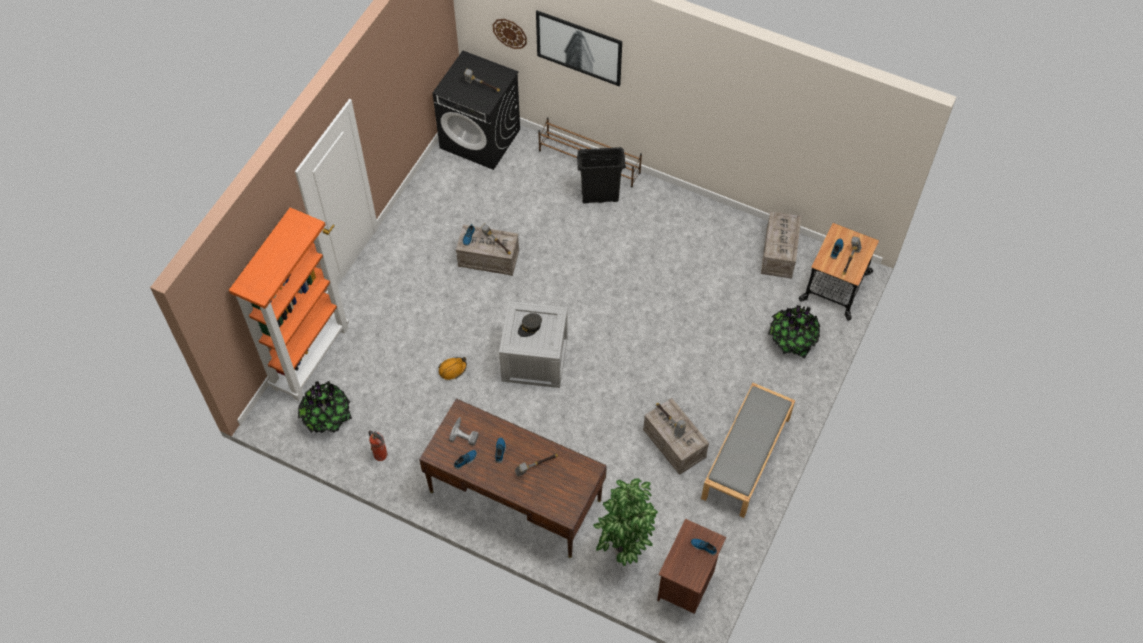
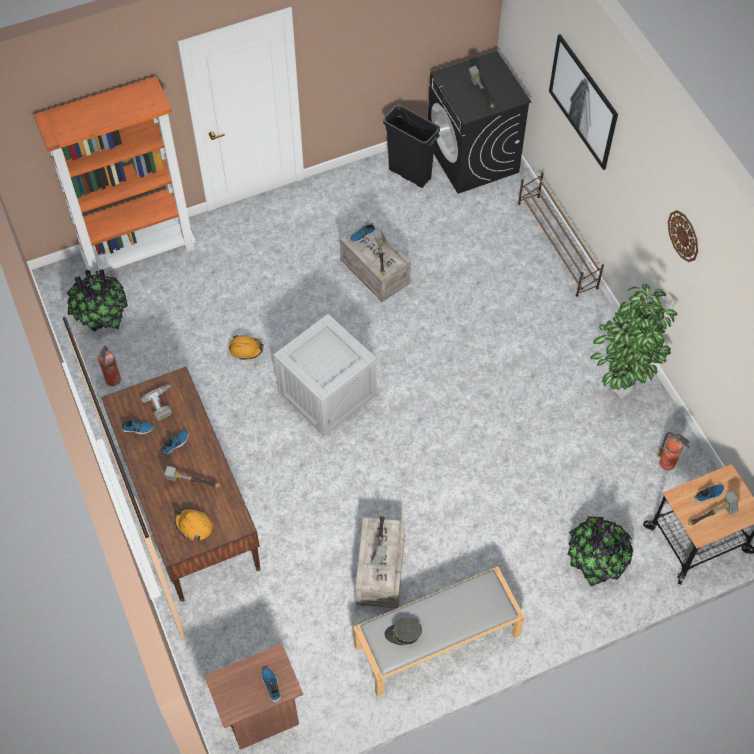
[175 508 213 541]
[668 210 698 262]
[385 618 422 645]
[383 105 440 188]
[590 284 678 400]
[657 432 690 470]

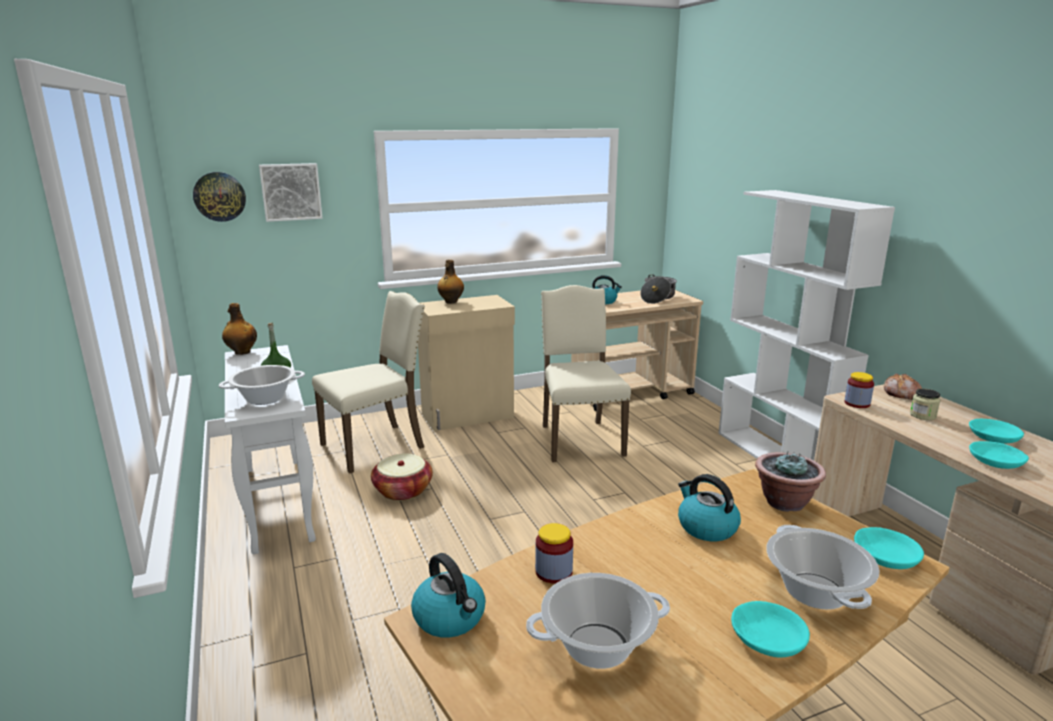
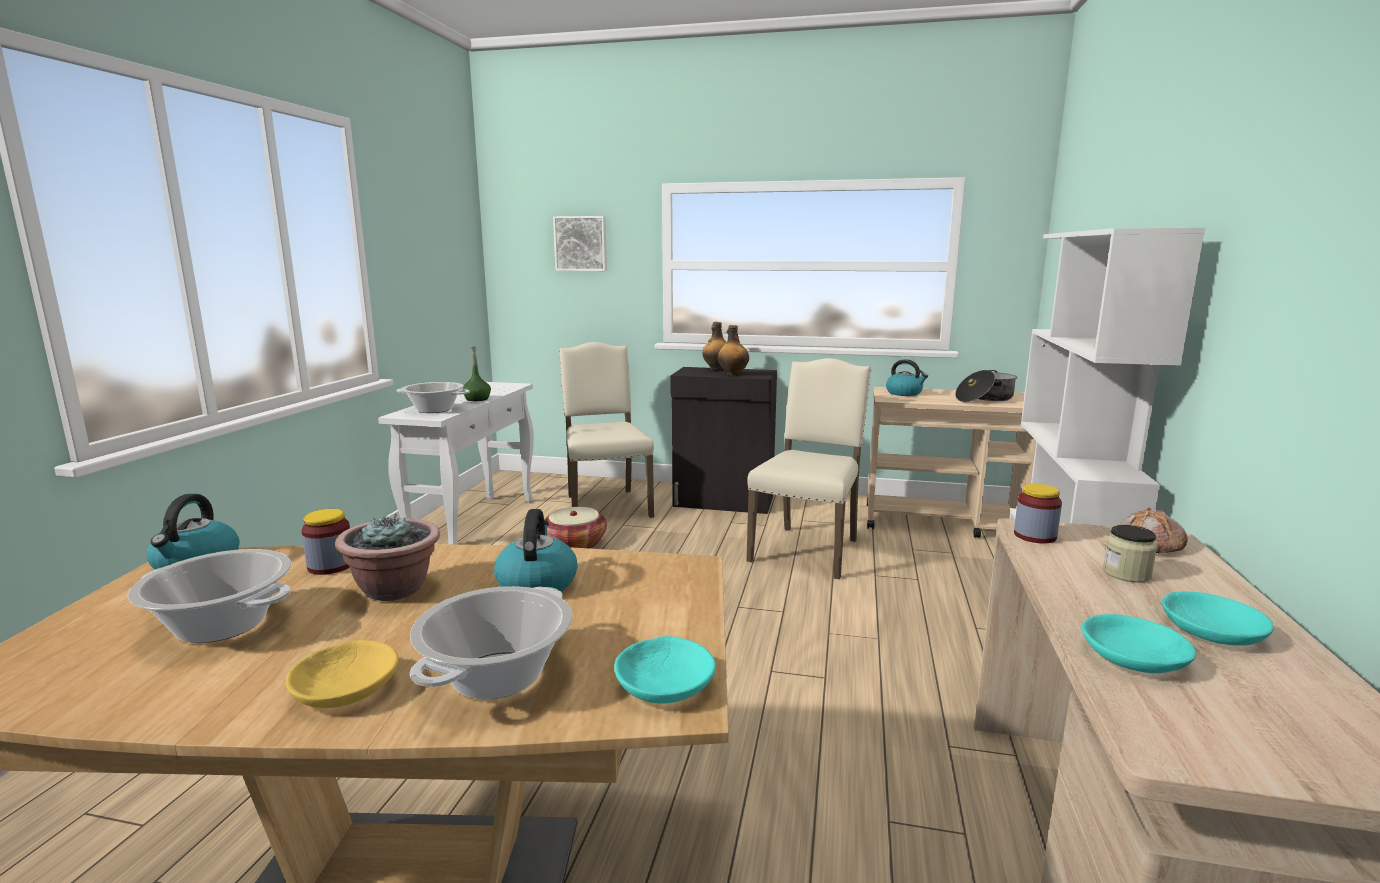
[193 172 246 222] (first image)
[718 325 749 376]
[335 513 440 601]
[670 367 777 514]
[286 640 399 708]
[559 342 654 518]

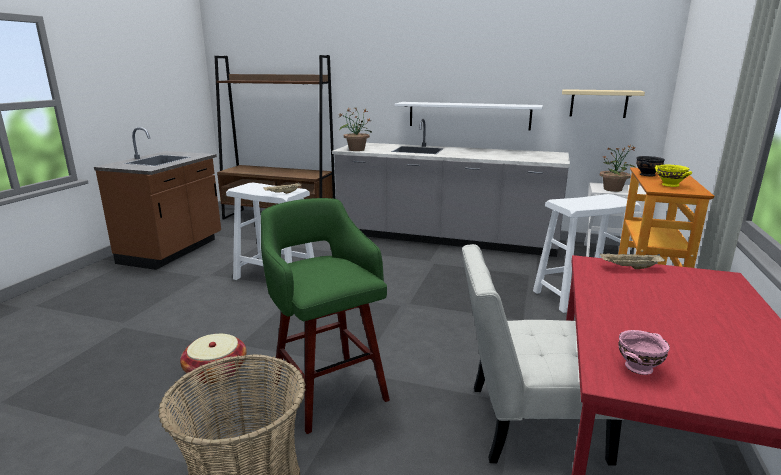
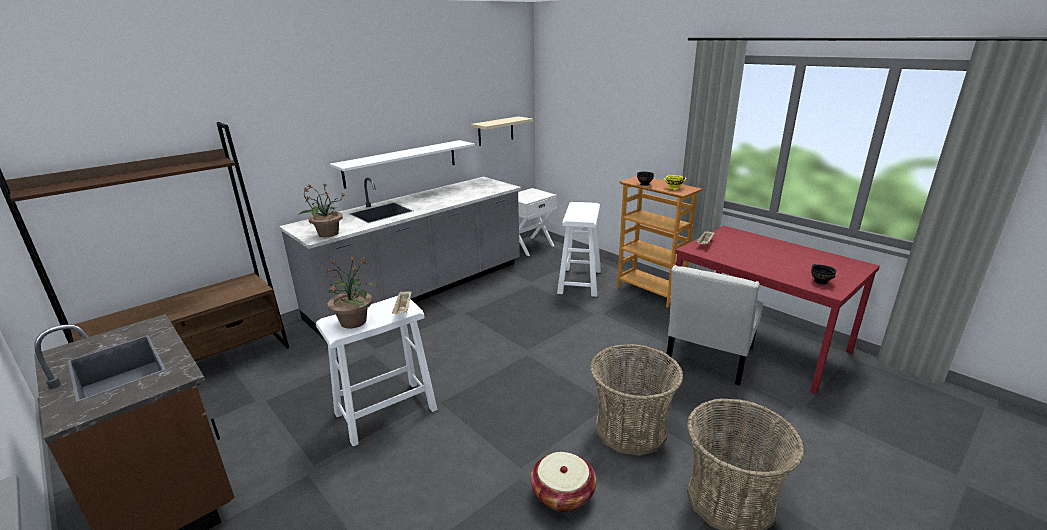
[325 255 376 329]
[590 344 683 456]
[811 264 836 285]

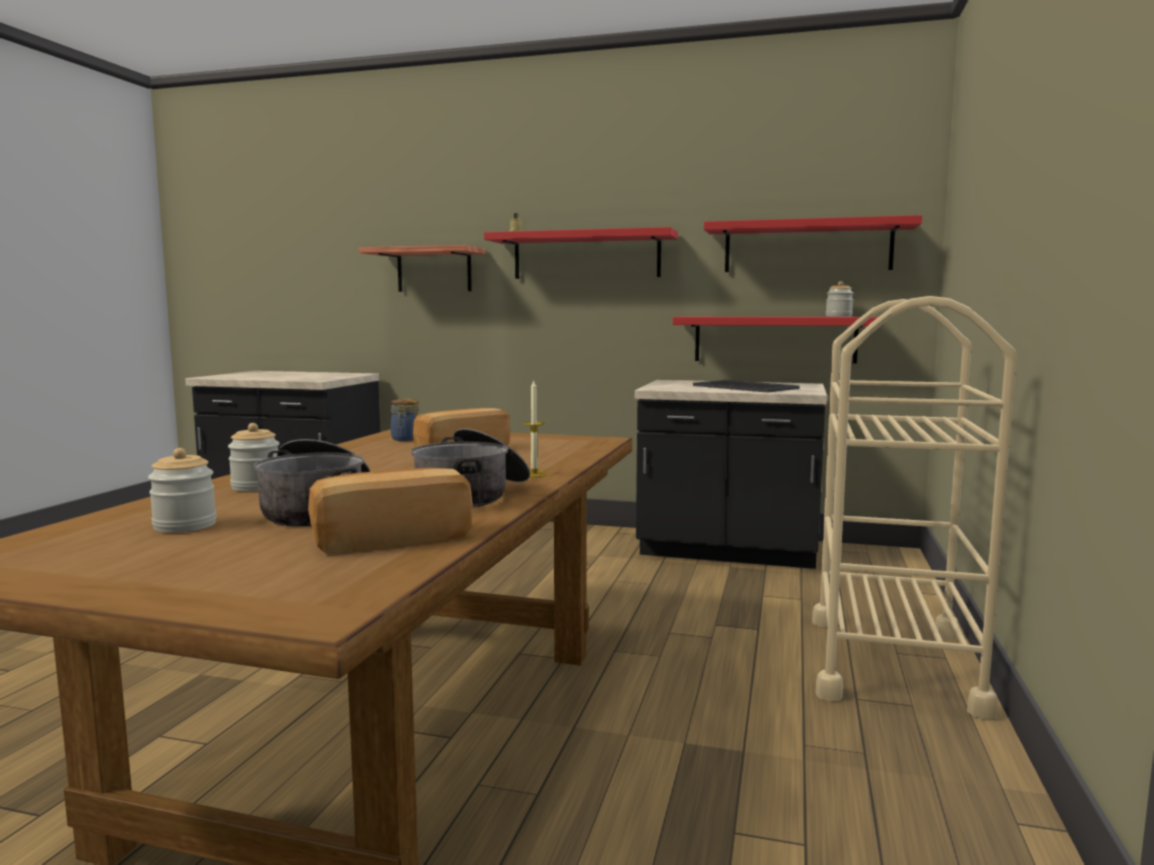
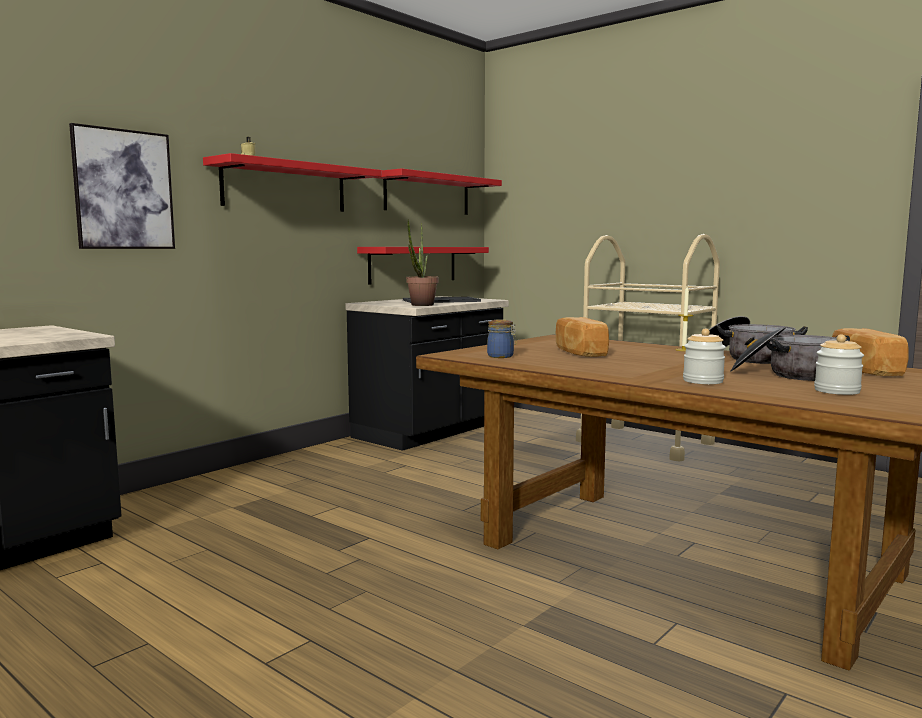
[826 281 853 317] (first image)
[406 219 439 306]
[69 123 175 249]

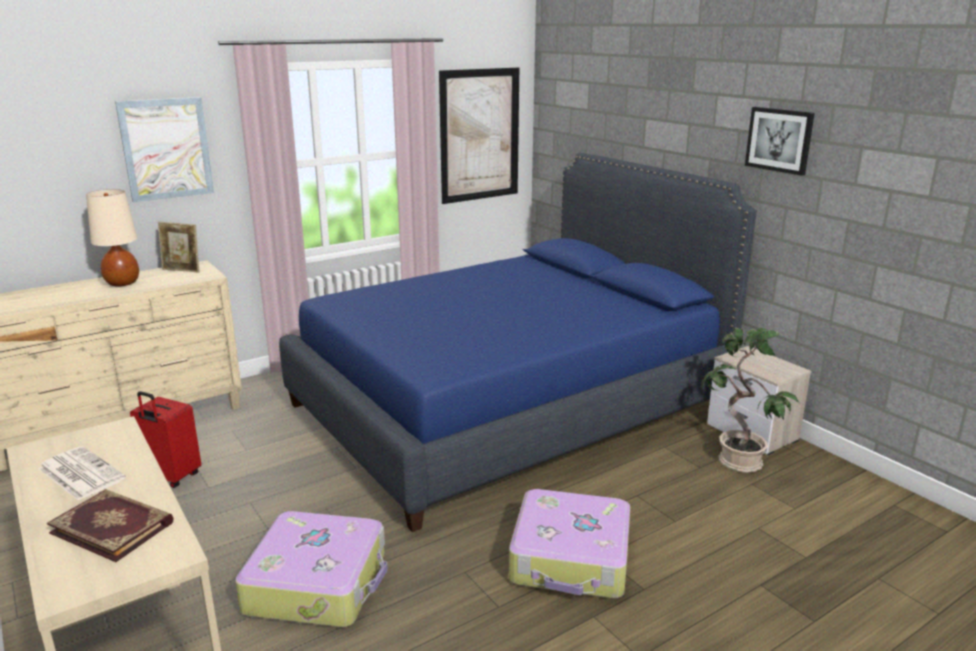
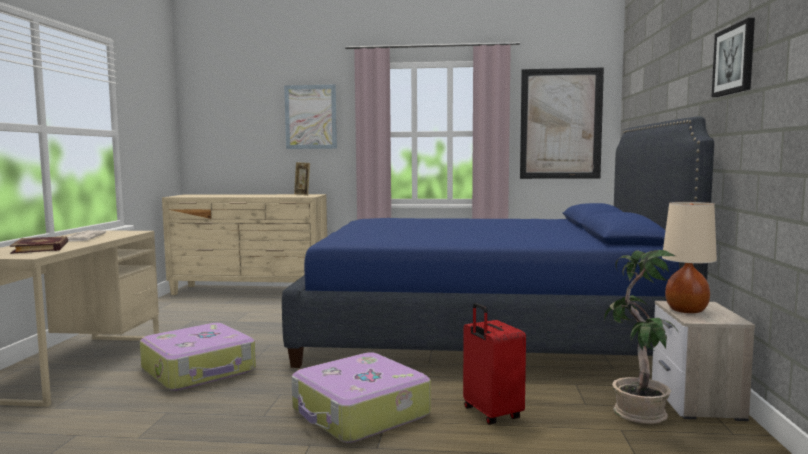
[662 202 717 313]
[463 303 526 425]

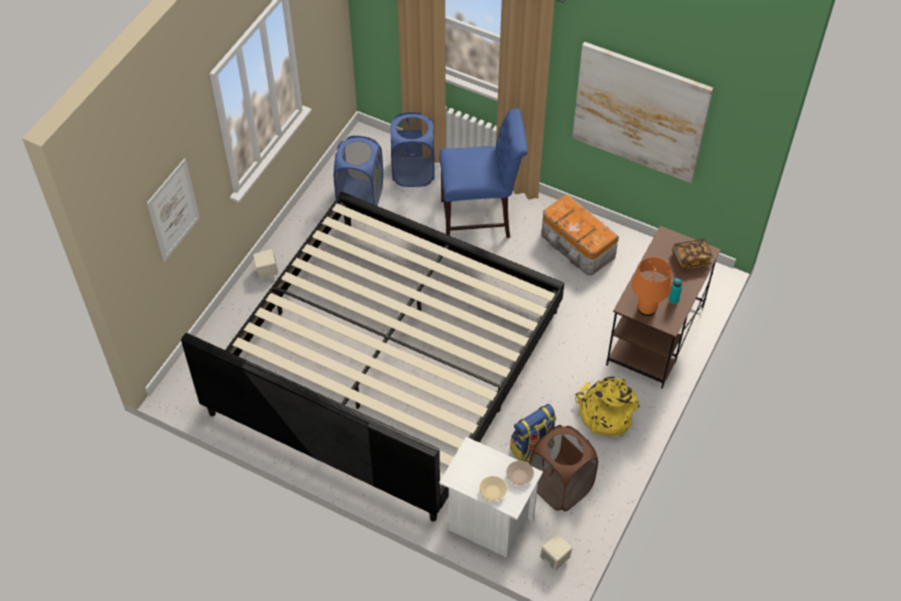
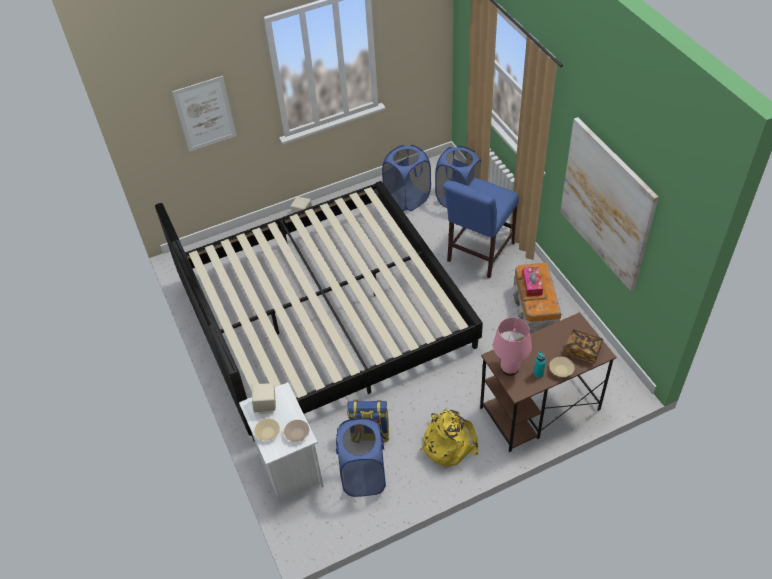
[522 267 543 296]
[549 357 575 377]
[252 383 276 414]
[336 418 386 497]
[493 317 532 376]
[443 177 519 278]

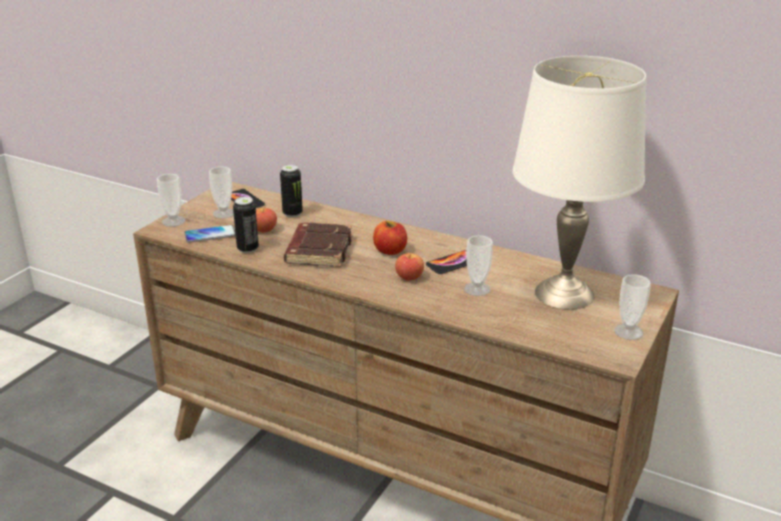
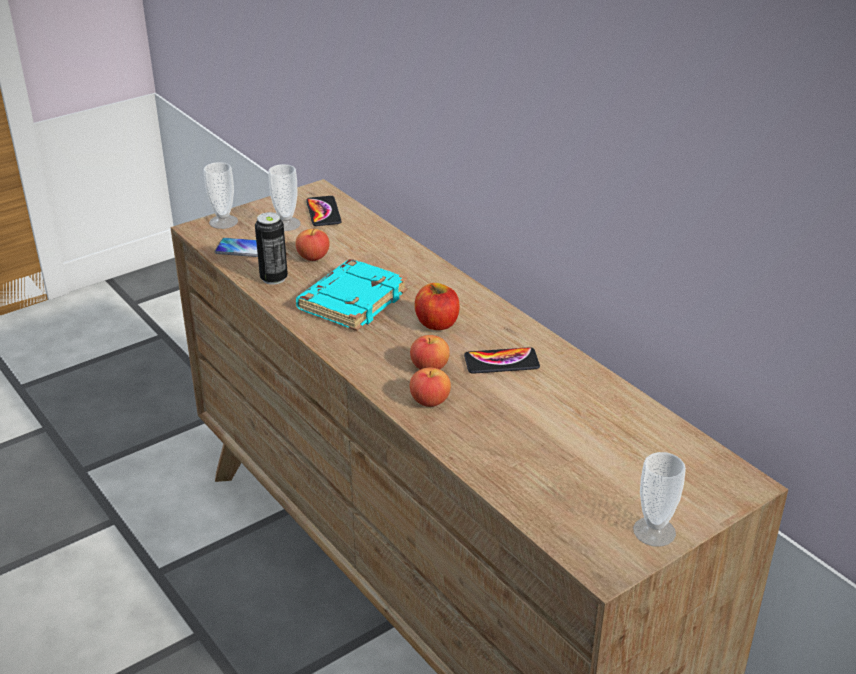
[280 165 303 218] (first image)
[464 235 493 296] (first image)
[512 56 646 310] (first image)
[410 368 451 407]
[296 259 408 331]

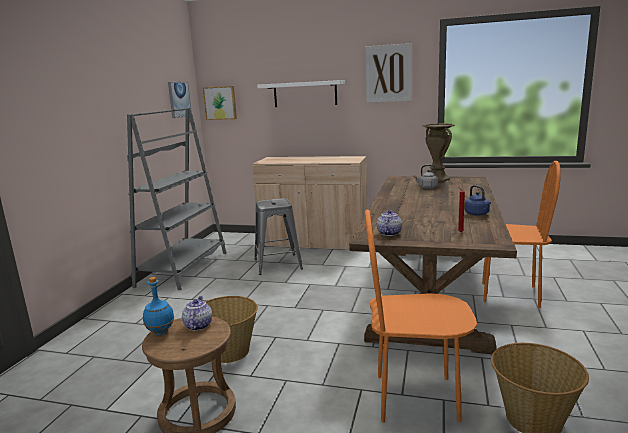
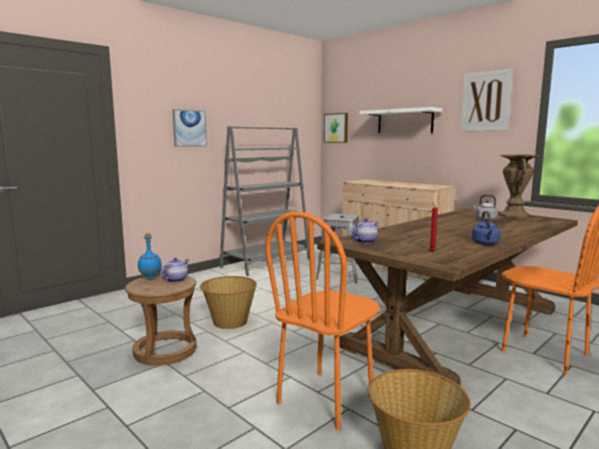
[173 109 207 147]
[265 212 379 431]

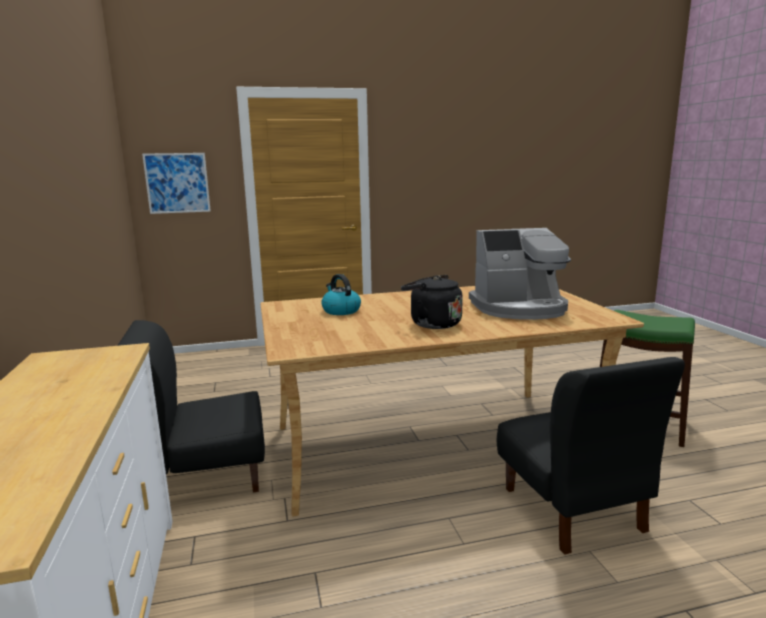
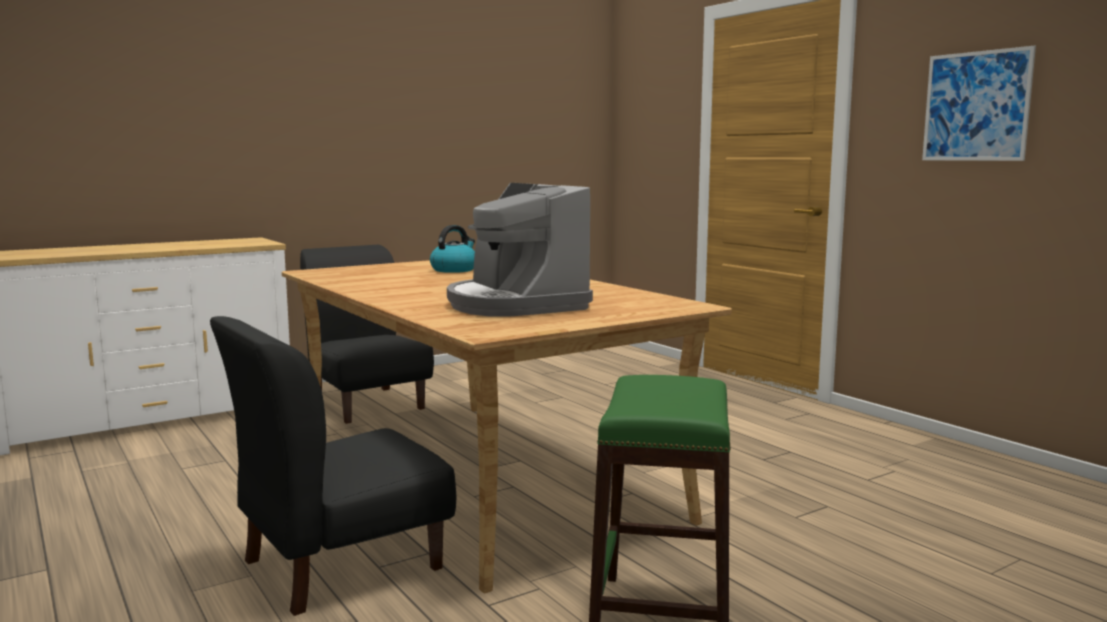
[401 275 463 329] (first image)
[922 46 1036 161]

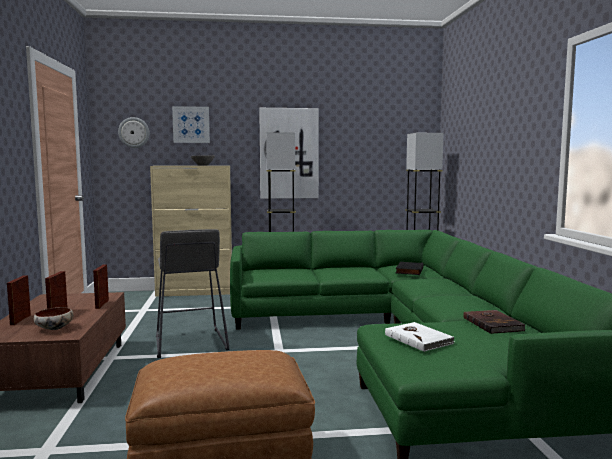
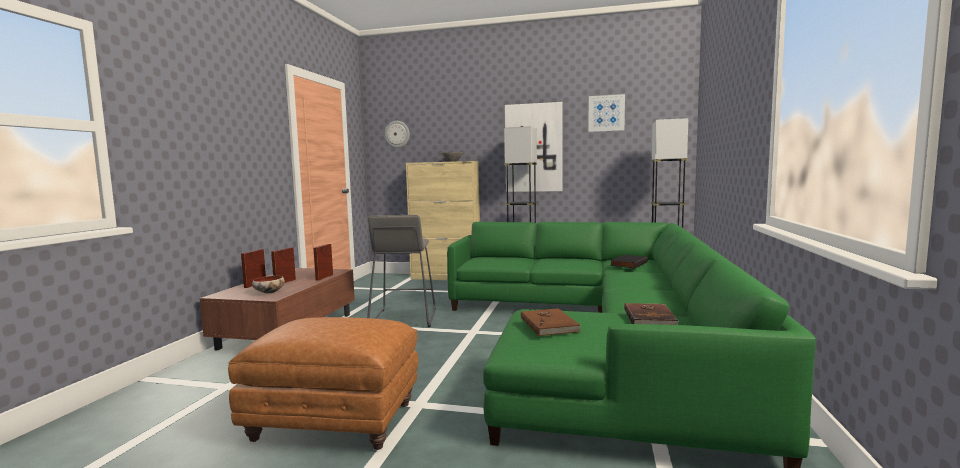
[588 94 625 132]
[521 308 580 336]

